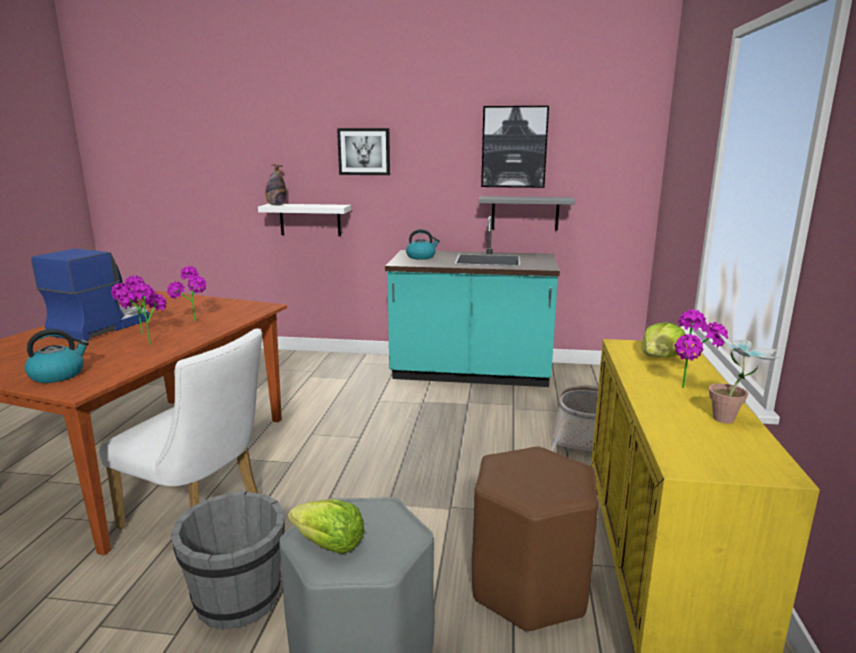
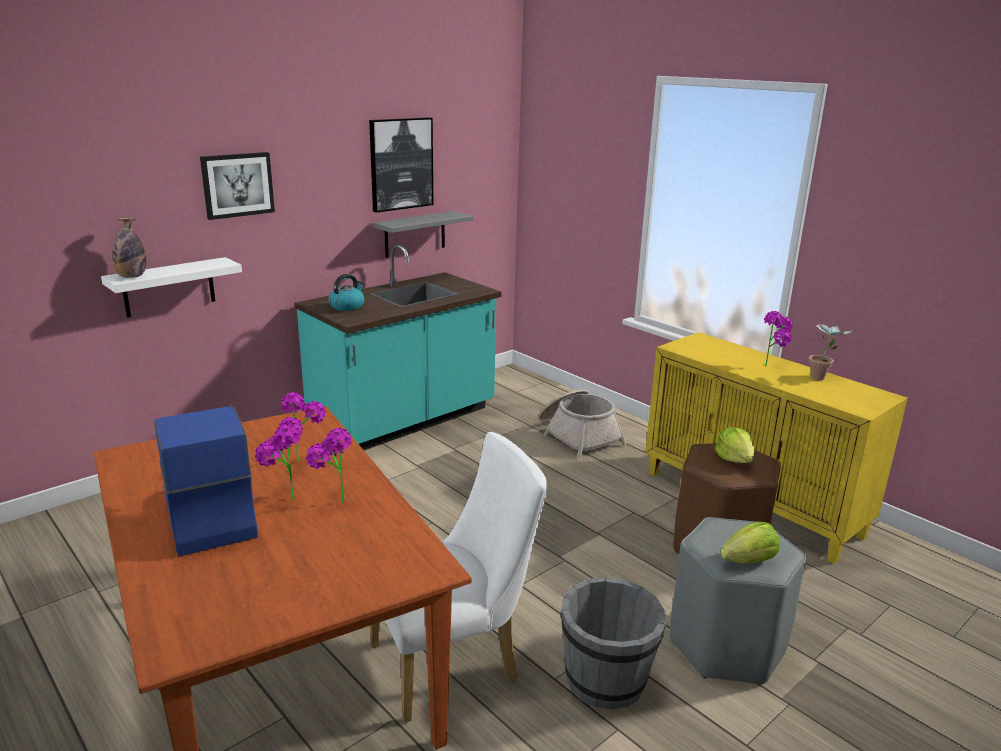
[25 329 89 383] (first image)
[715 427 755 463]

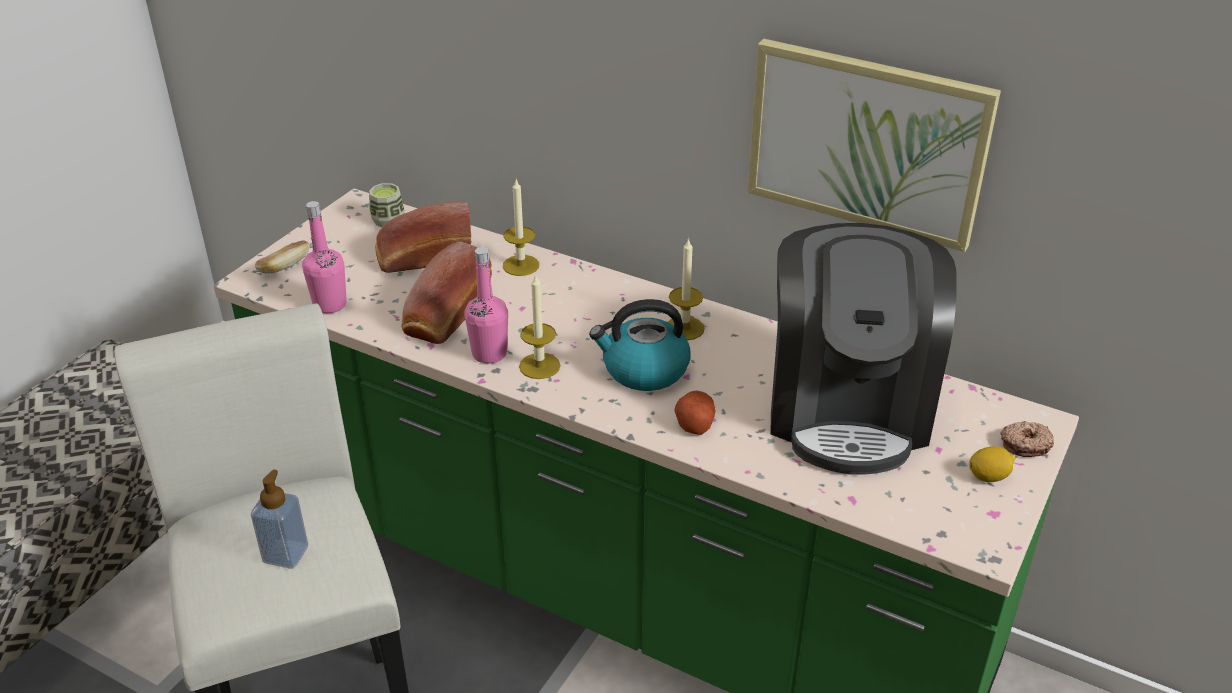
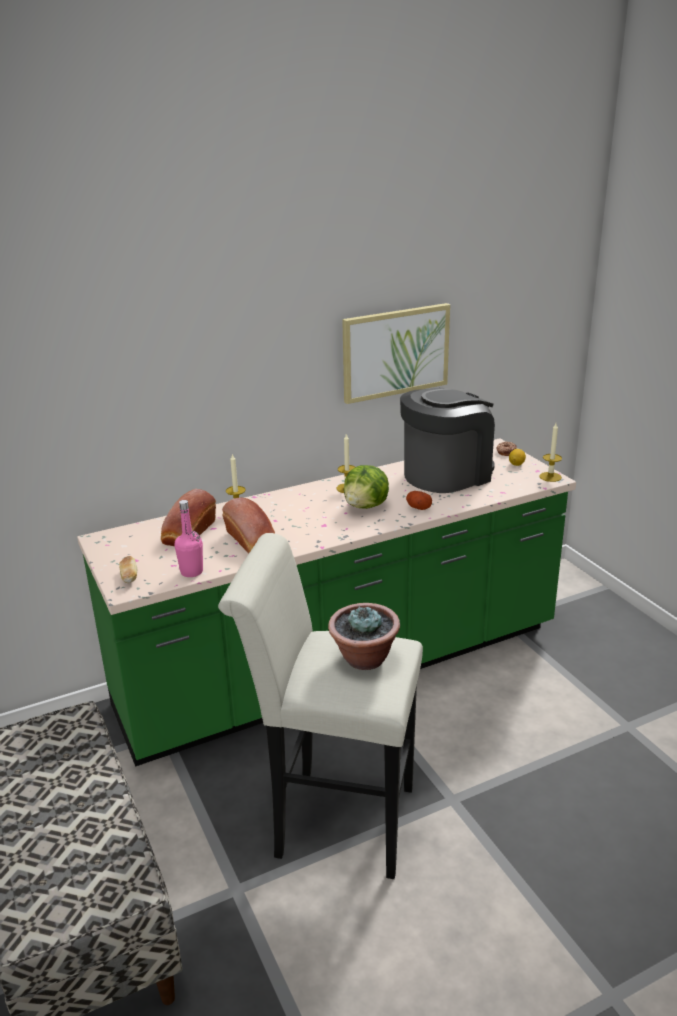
[369 183 405 228] (first image)
[465 247 508 364] (first image)
[539 423 562 482]
[328 603 400 670]
[344 465 389 509]
[400 388 495 493]

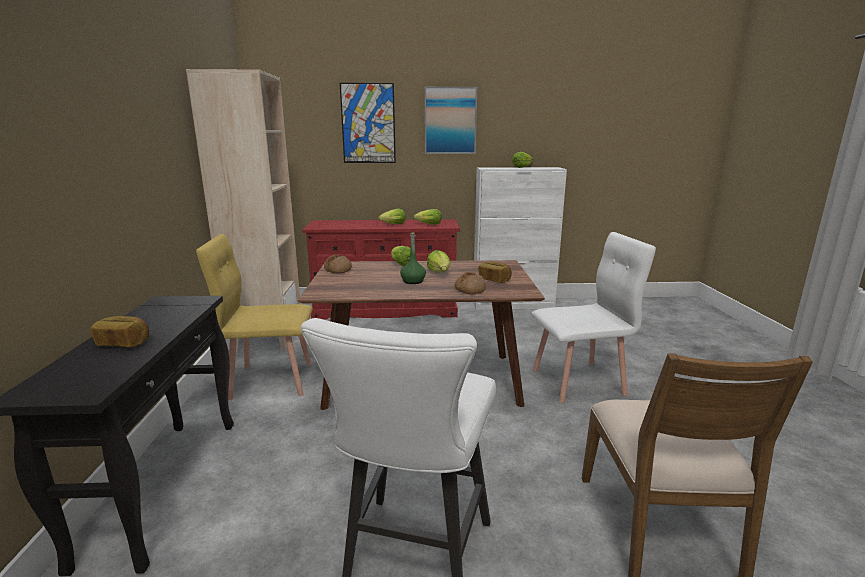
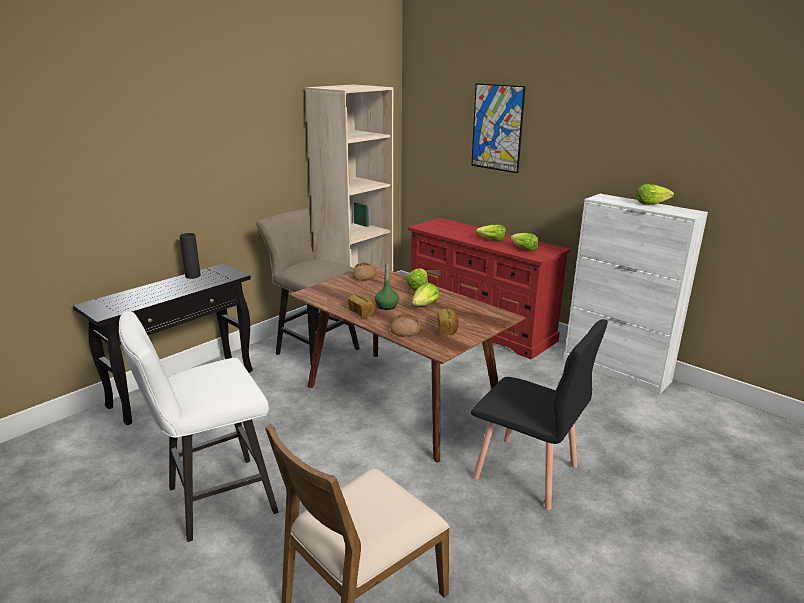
[425 87 477 154] (first image)
[180 233 201 279]
[348 294 376 318]
[256 208 360 363]
[471 319 608 510]

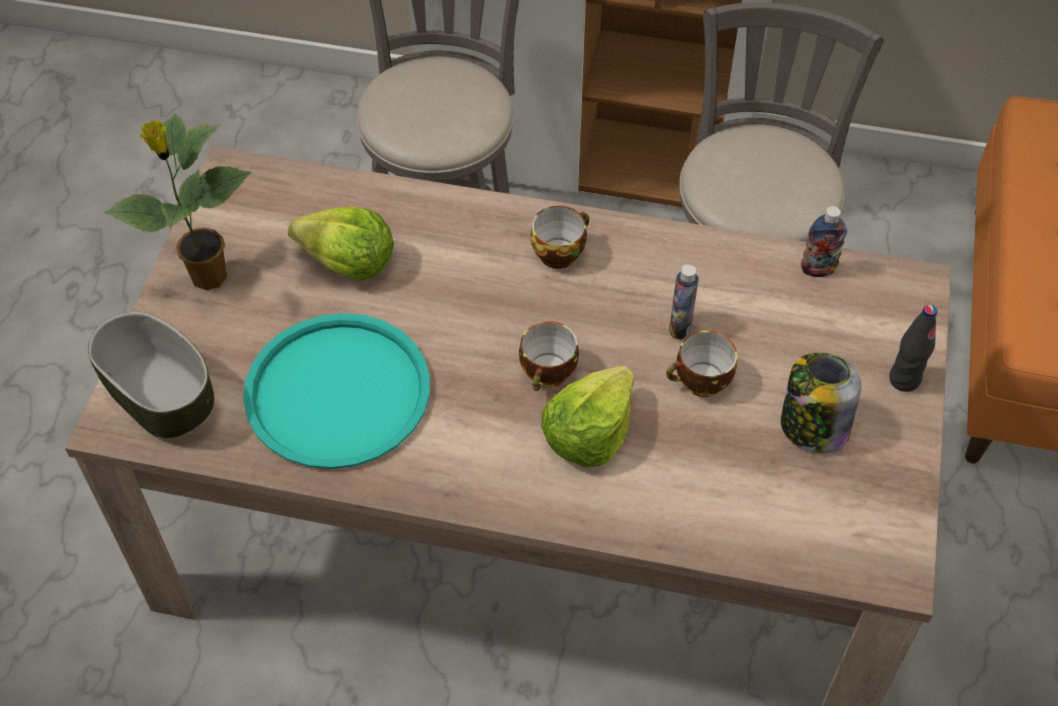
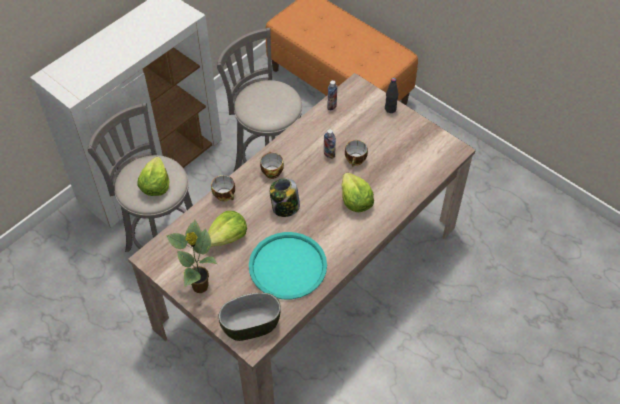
[137 157 169 196]
[211 175 235 202]
[270 178 300 217]

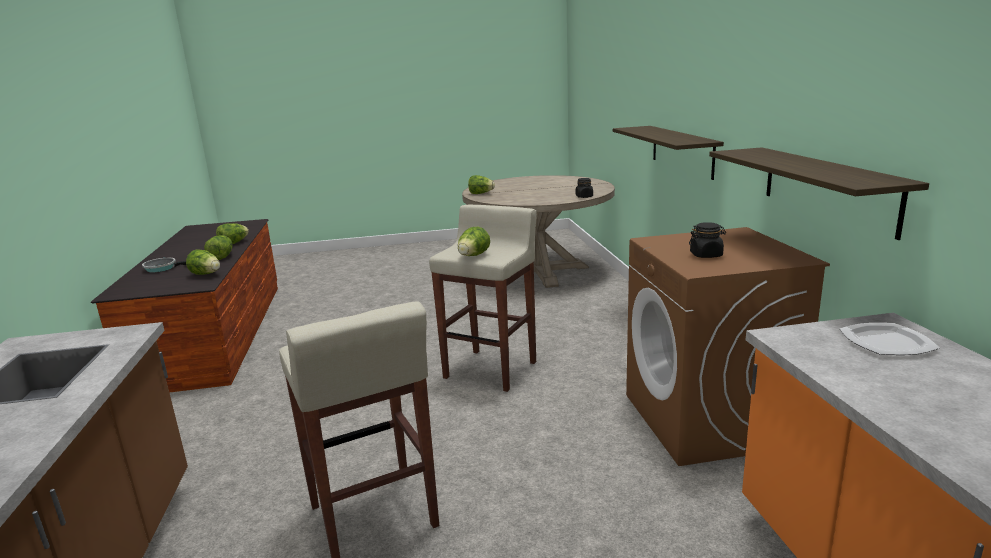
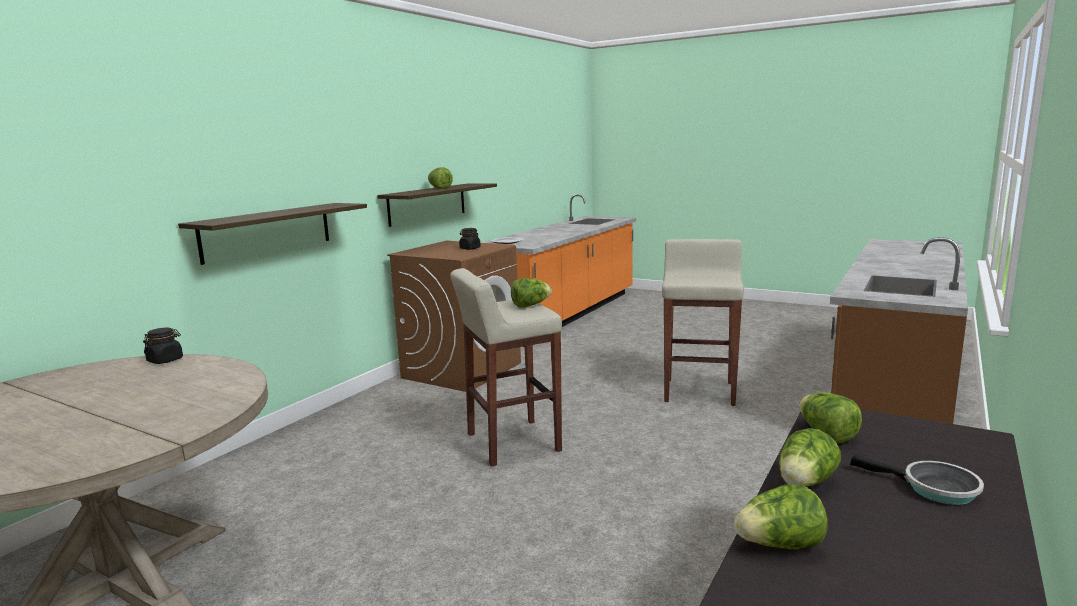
[428 167 453 189]

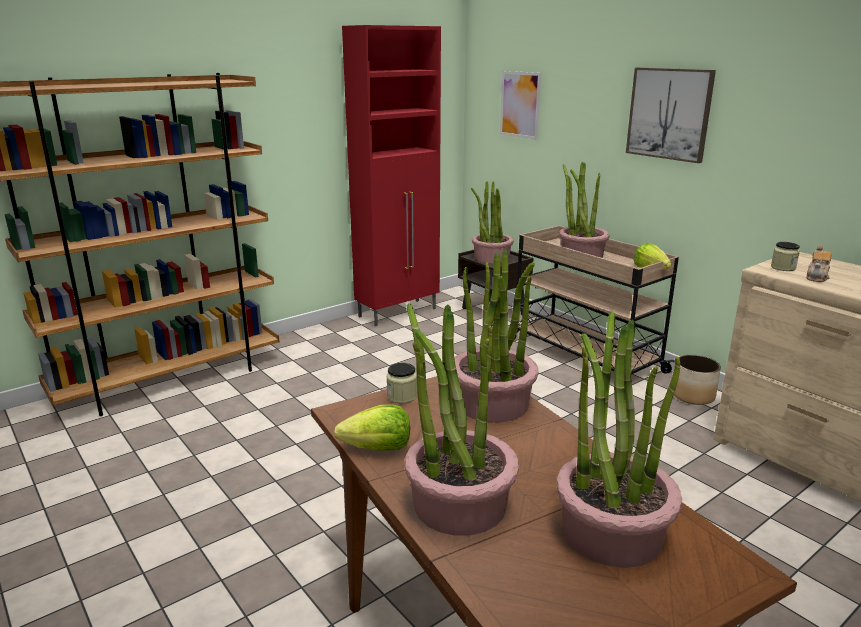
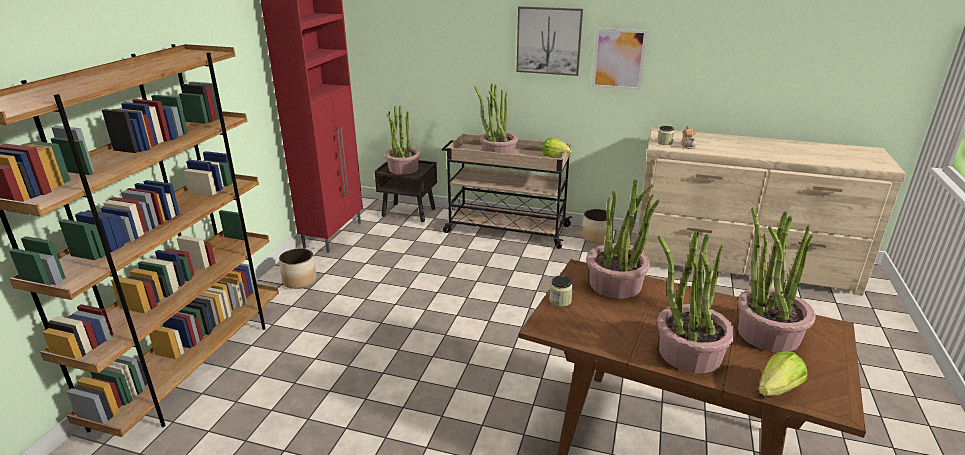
[279 248 317 289]
[759 351 808 396]
[592 28 647 90]

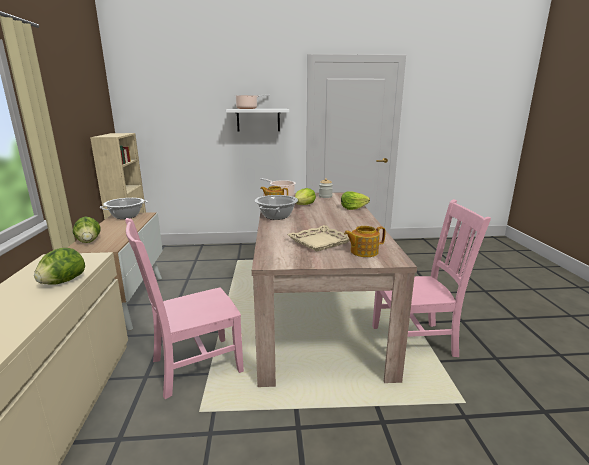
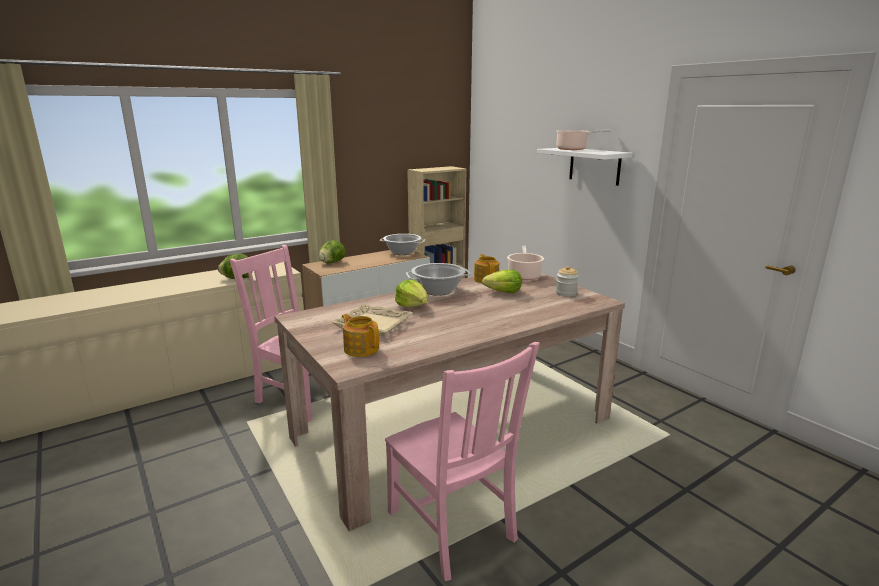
[395 280 428 307]

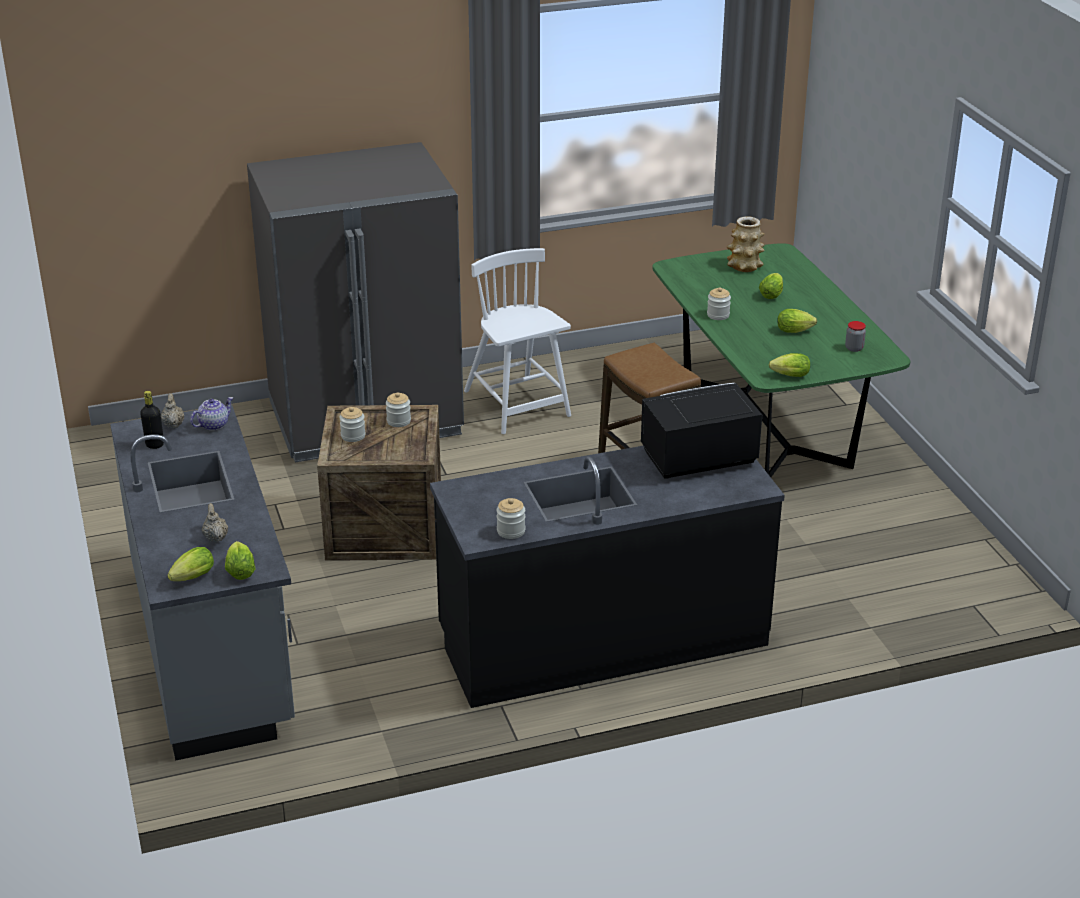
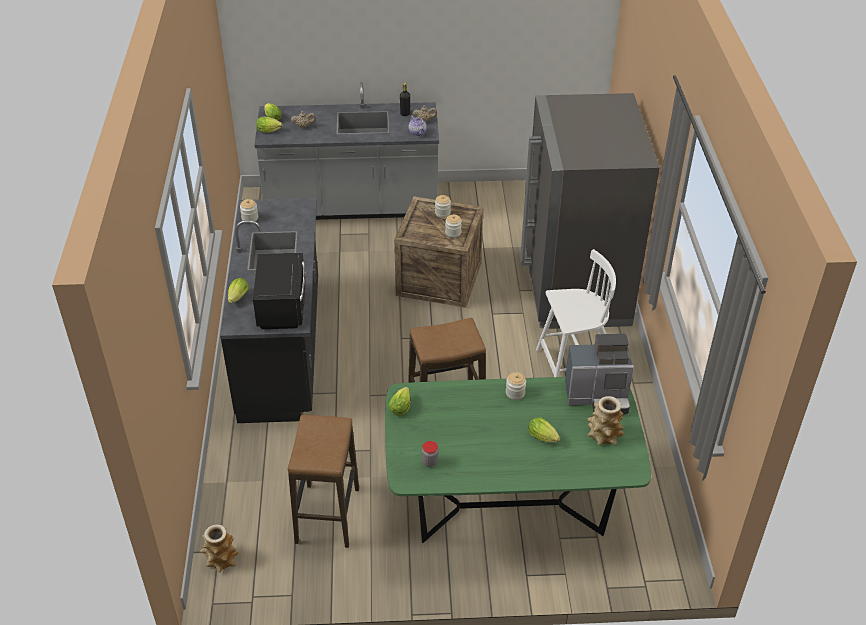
[200 524 239 572]
[288 415 359 548]
[565 334 634 415]
[228 278 249 303]

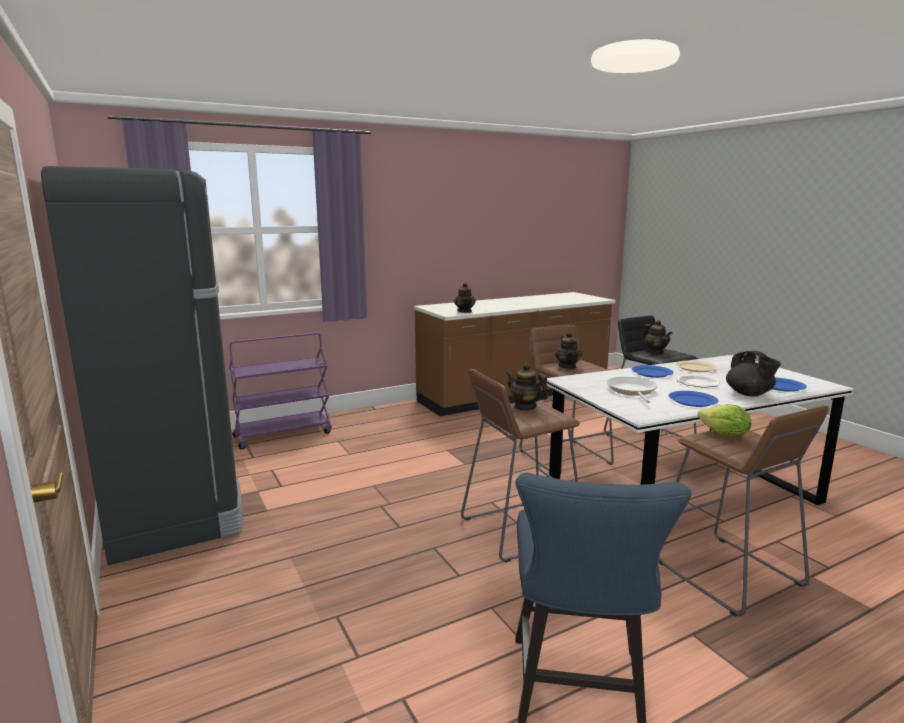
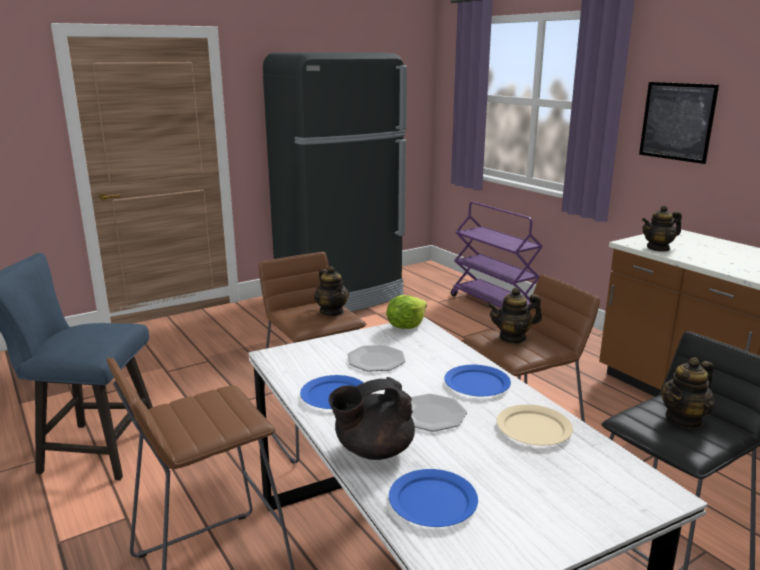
[639 82 719 164]
[386 295 427 329]
[348 345 405 372]
[314 266 349 316]

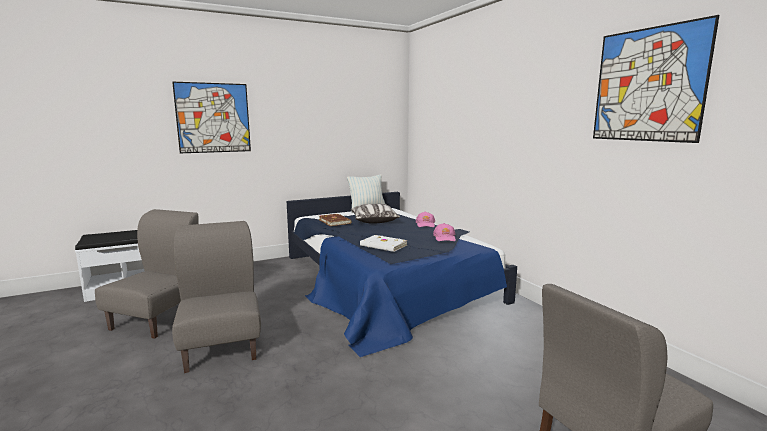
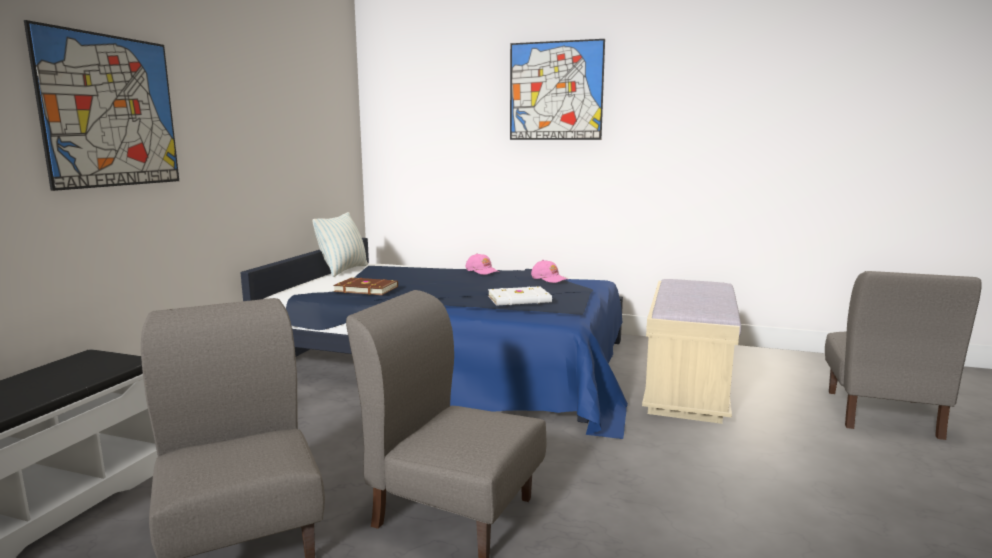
[351 204 400 224] (first image)
[642 279 741 424]
[510 39 605 140]

